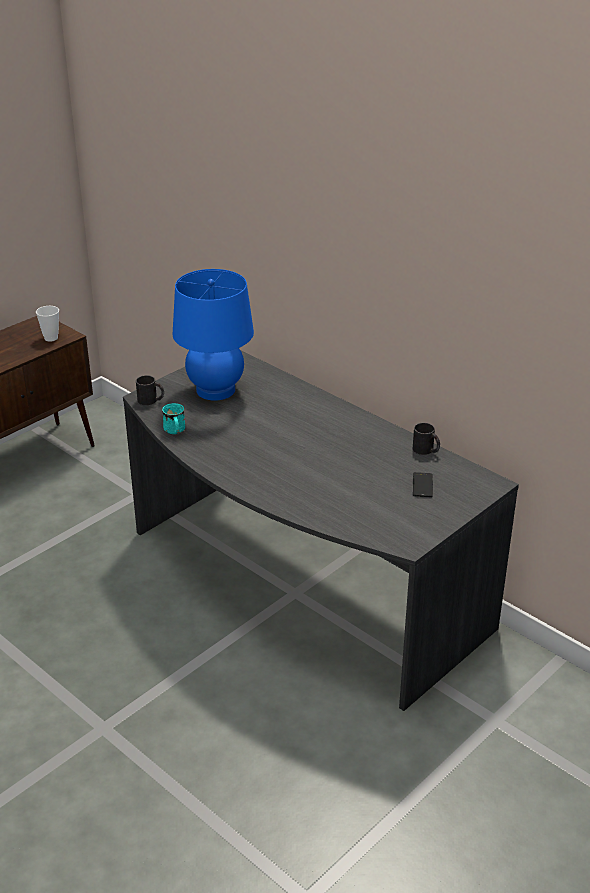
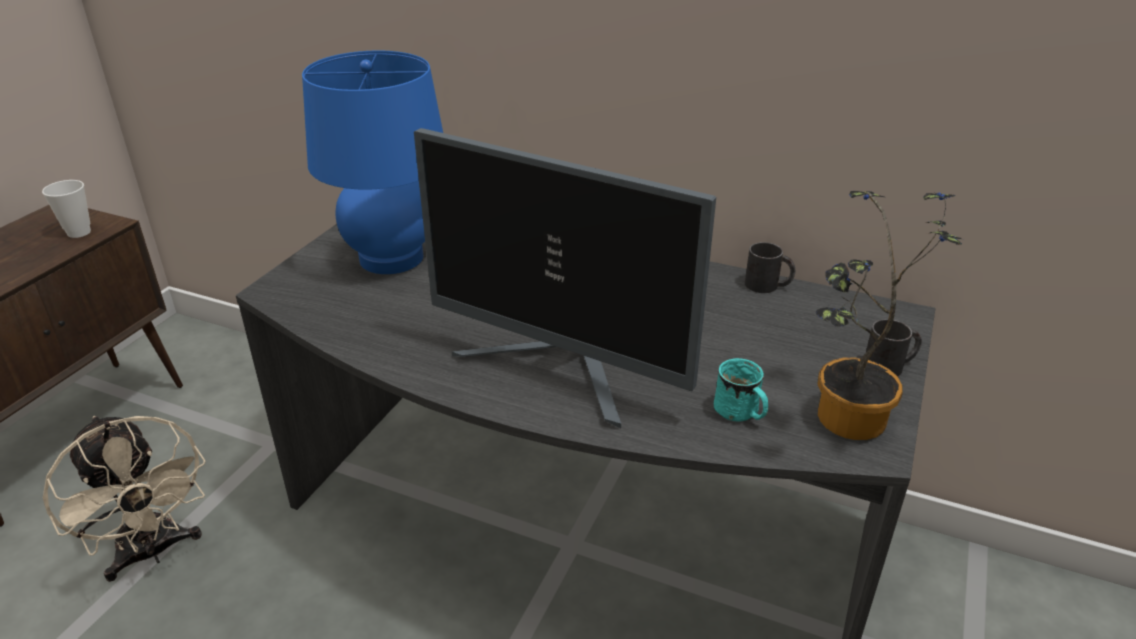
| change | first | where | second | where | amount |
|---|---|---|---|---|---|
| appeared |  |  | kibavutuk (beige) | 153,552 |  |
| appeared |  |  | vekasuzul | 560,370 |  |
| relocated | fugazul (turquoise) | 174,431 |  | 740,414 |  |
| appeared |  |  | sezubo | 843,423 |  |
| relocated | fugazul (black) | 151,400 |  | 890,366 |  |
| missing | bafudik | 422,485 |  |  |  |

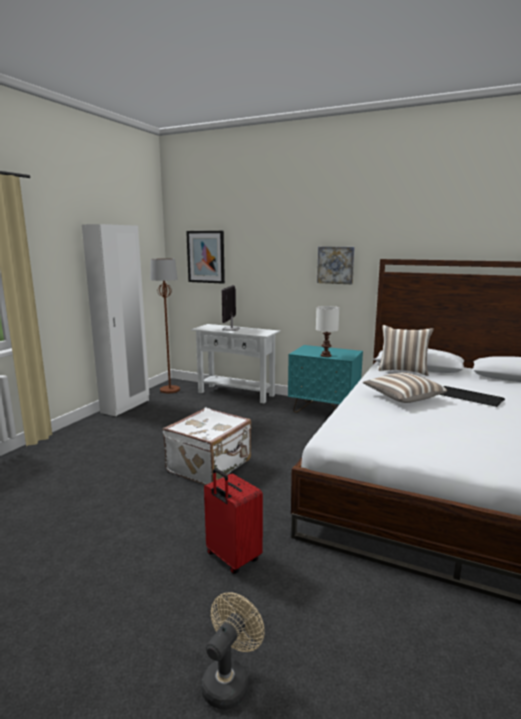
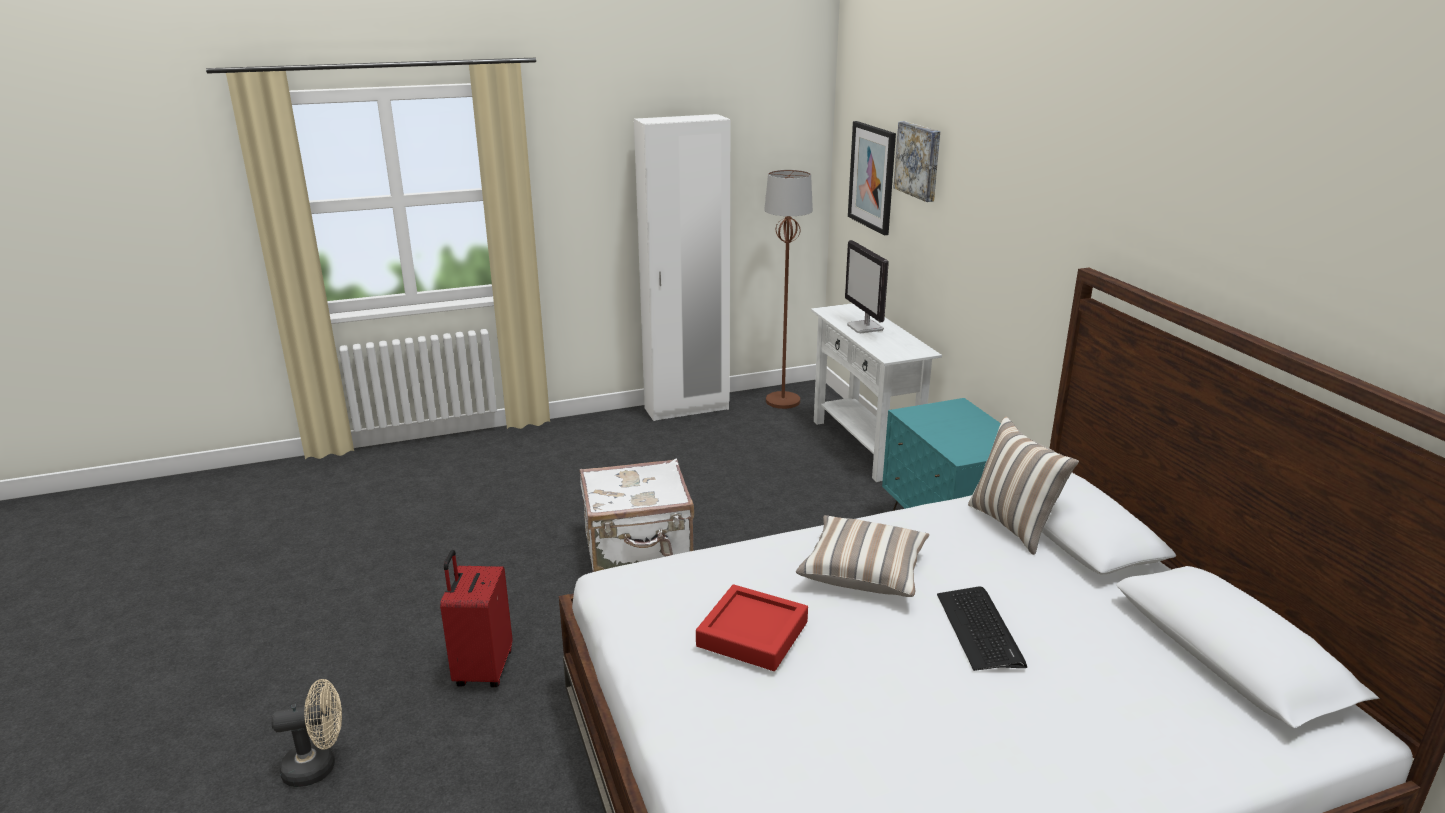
| change | first | where | second | where | amount |
|---|---|---|---|---|---|
| appeared |  |  | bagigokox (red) | 752,634 |  |
| spun | vekasuzul | 231,329 |  | 865,328 | 75 degrees counterclockwise |
| relocated | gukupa | 336,265 |  | 919,160 |  |
| missing | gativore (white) | 326,355 |  |  |  |

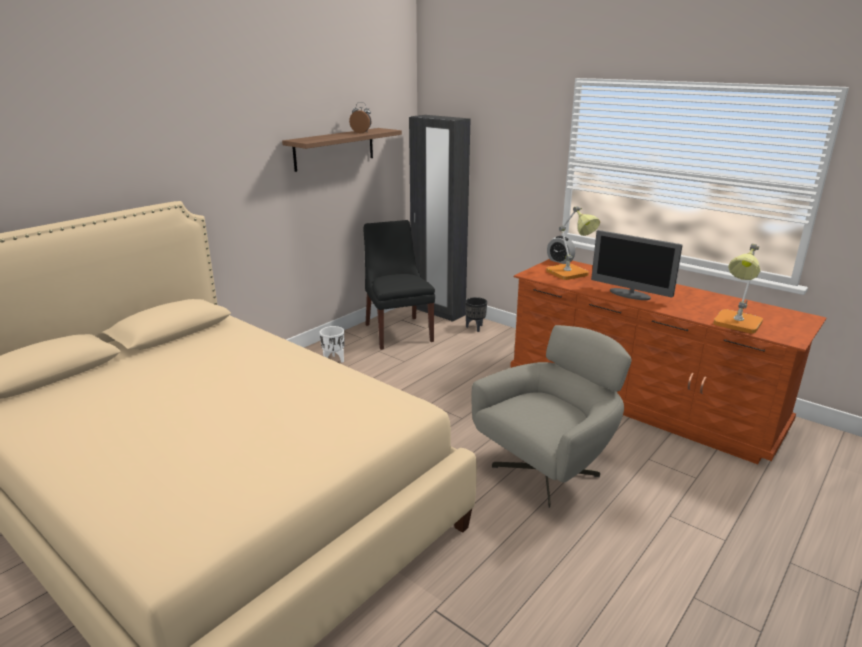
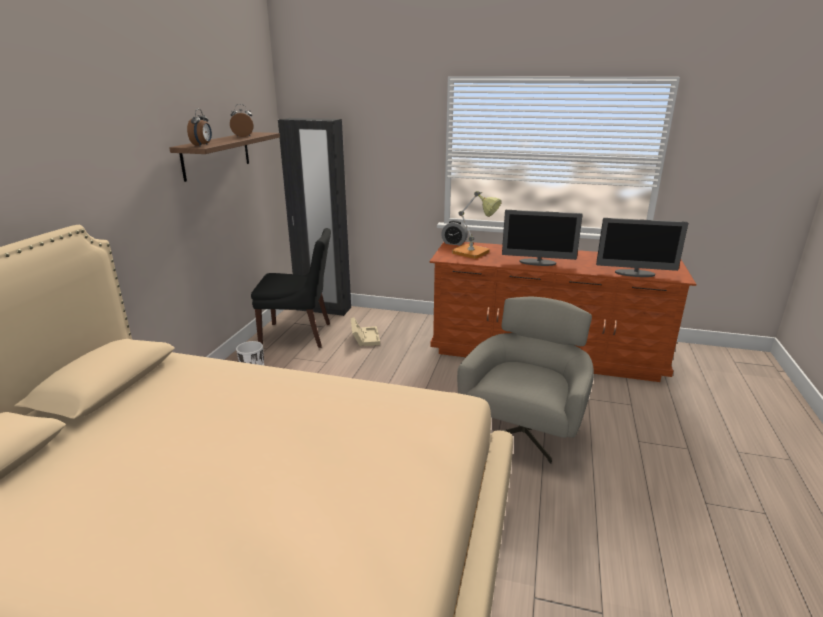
| change | first | where | second | where | amount |
|---|---|---|---|---|---|
| appeared |  |  | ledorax | 202,145 |  |
| spun | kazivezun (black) | 398,332 |  | 299,335 | 135 degrees clockwise |
| appeared |  |  | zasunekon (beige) | 364,337 |  |
| exchanged | gativore | 736,325 | vekasuzul | 635,273 |  |
| missing | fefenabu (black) | 475,328 |  |  |  |

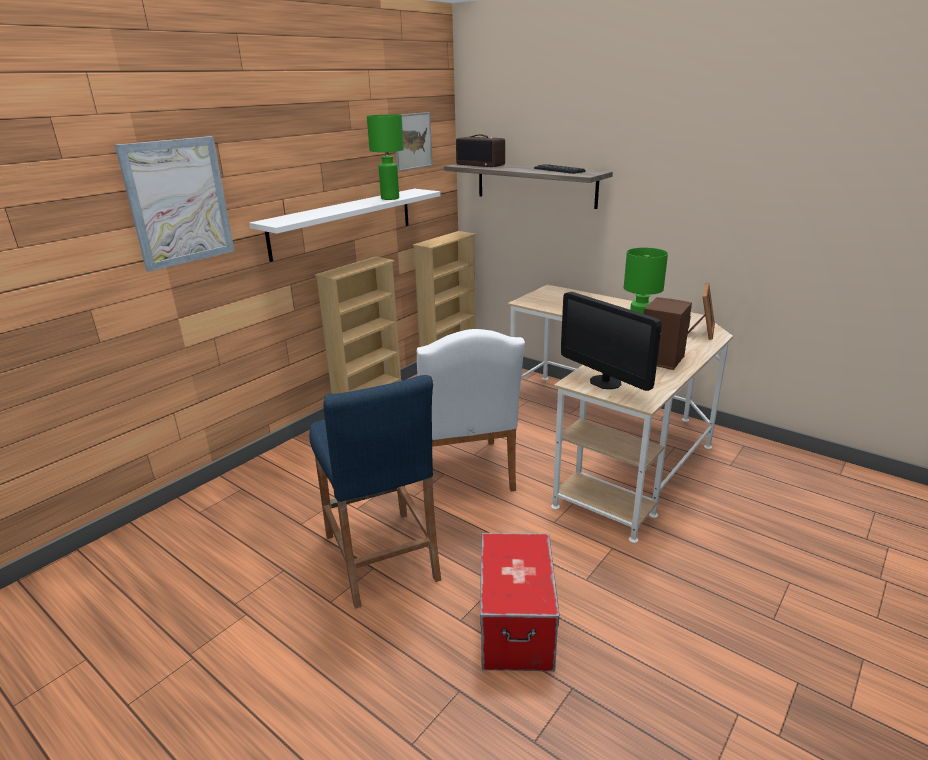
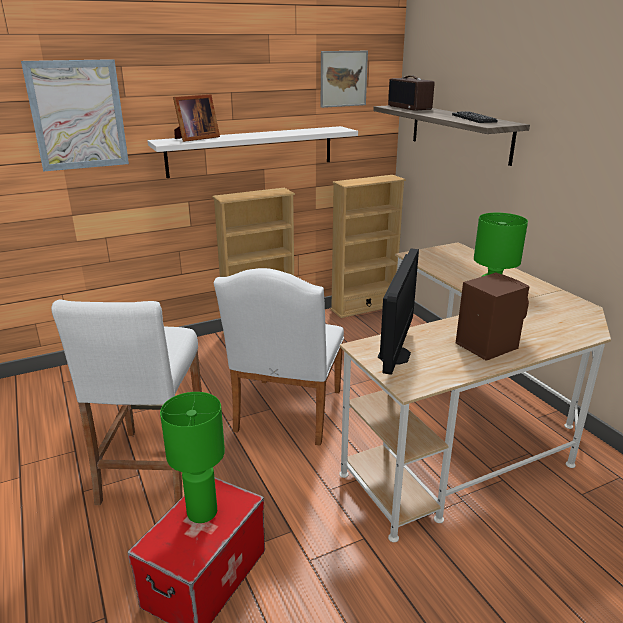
| change | first | where | second | where | amount |
|---|---|---|---|---|---|
| colour | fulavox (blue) | 381,556 | fulavox (white) | 153,466 |  |
| relocated | gativore (green) | 389,198 |  | 201,512 |  |
| relocated | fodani | 701,331 |  | 195,138 |  |
| spun | vekasuzul | 605,382 |  | 394,355 | 150 degrees counterclockwise |

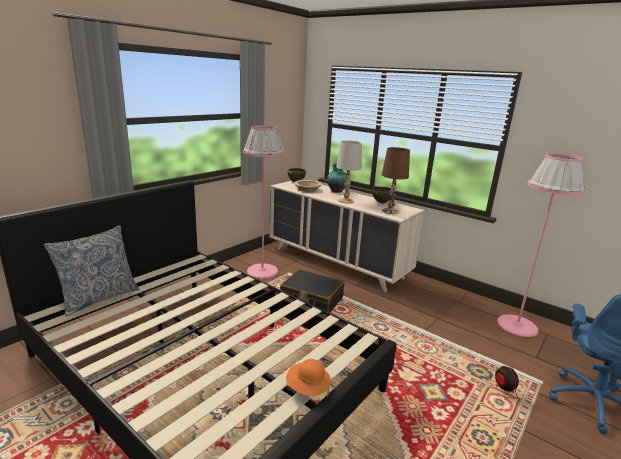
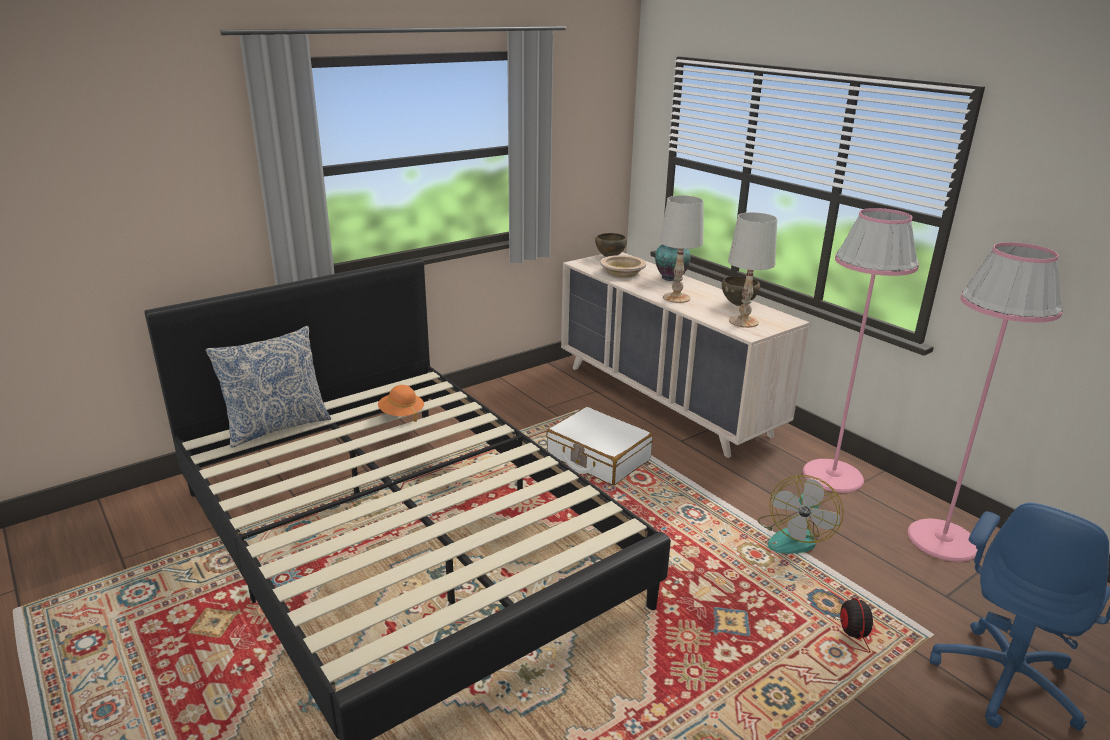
| change | first | where | second | where | amount |
|---|---|---|---|---|---|
| relocated | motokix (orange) | 307,387 |  | 401,414 |  |
| colour | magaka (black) | 311,299 | magaka (white) | 598,458 |  |
| colour | gativore (brown) | 390,211 | gativore (white) | 743,321 |  |
| appeared |  |  | kibavutuk | 794,536 |  |
| relocated | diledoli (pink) | 262,271 |  | 832,475 |  |

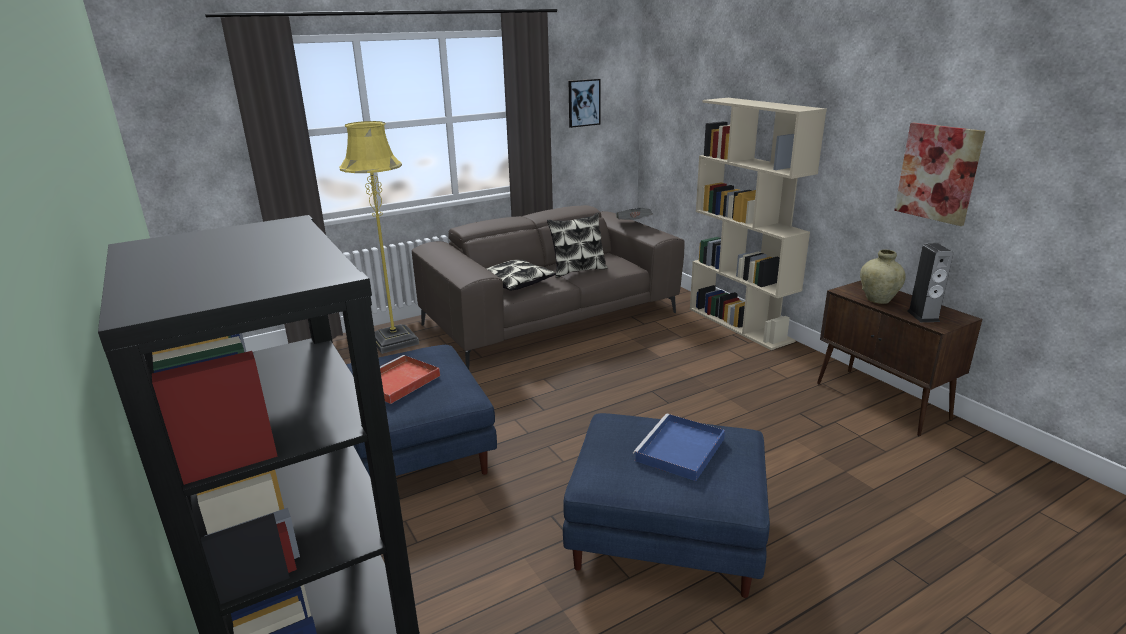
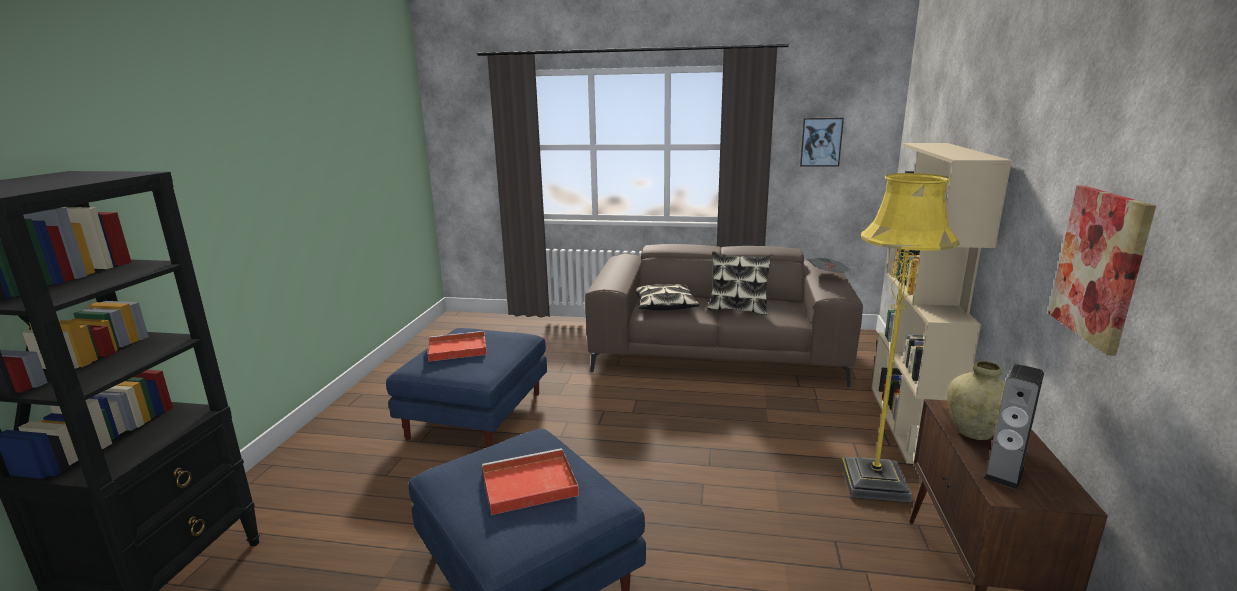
| change | first | where | second | where | amount |
|---|---|---|---|---|---|
| colour | bagigokox (blue) | 680,451 | bagigokox (red) | 527,485 |  |
| relocated | diledoli (yellow) | 394,341 |  | 874,482 |  |

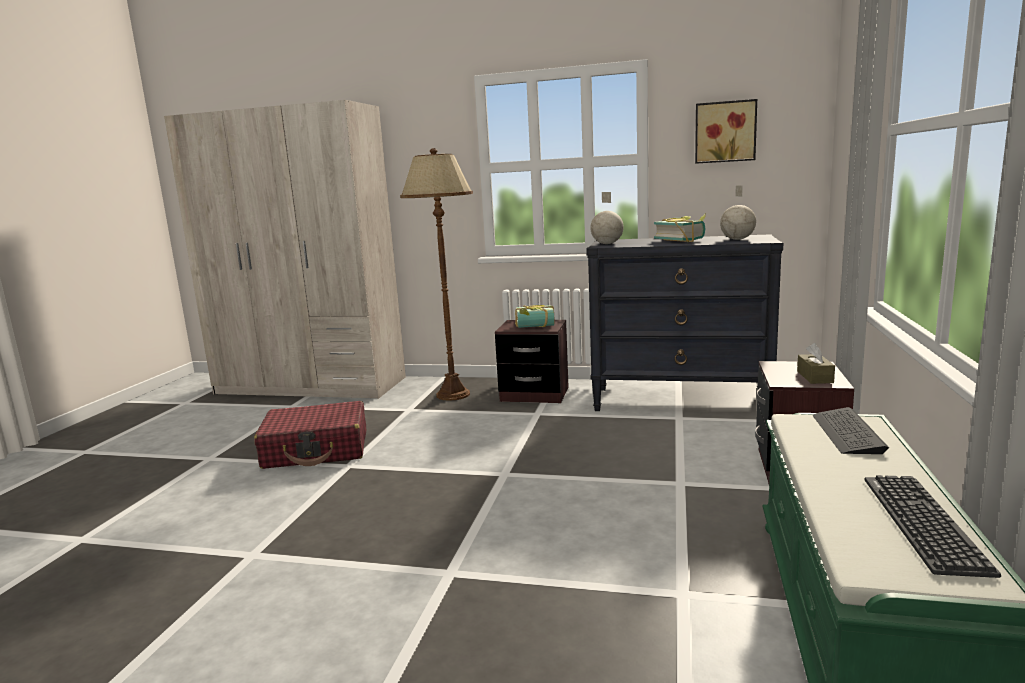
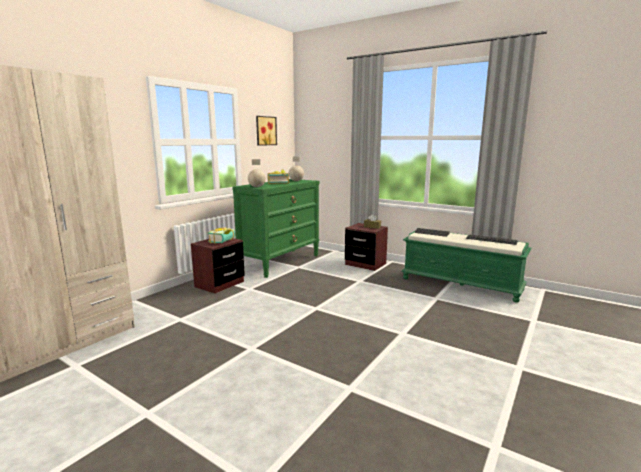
| change | first | where | second | where | amount |
|---|---|---|---|---|---|
| colour | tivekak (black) | 681,401 | tivekak (green) | 280,262 |  |
| missing | magaka (red) | 316,450 |  |  |  |
| missing | diledoli (brown) | 452,394 |  |  |  |

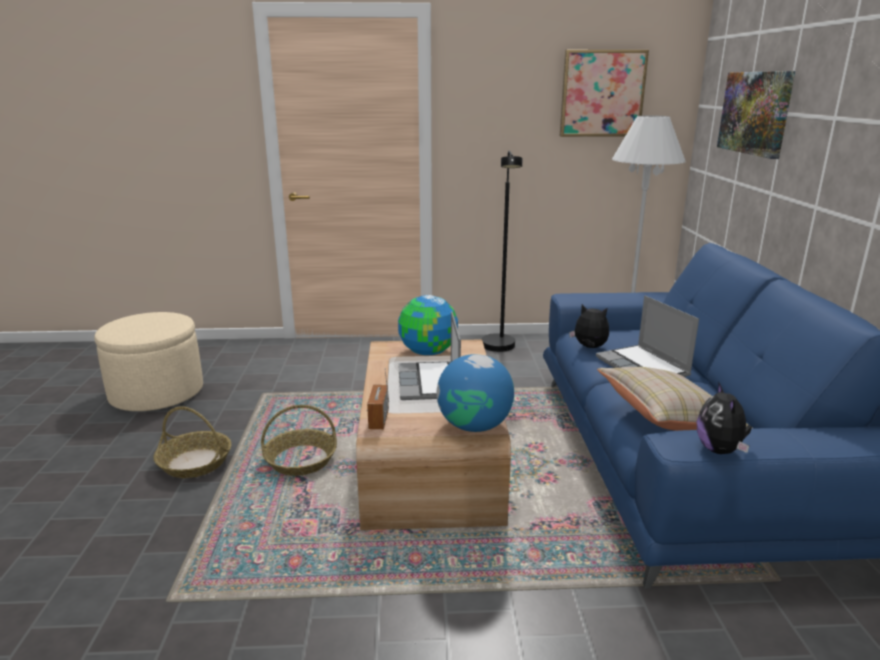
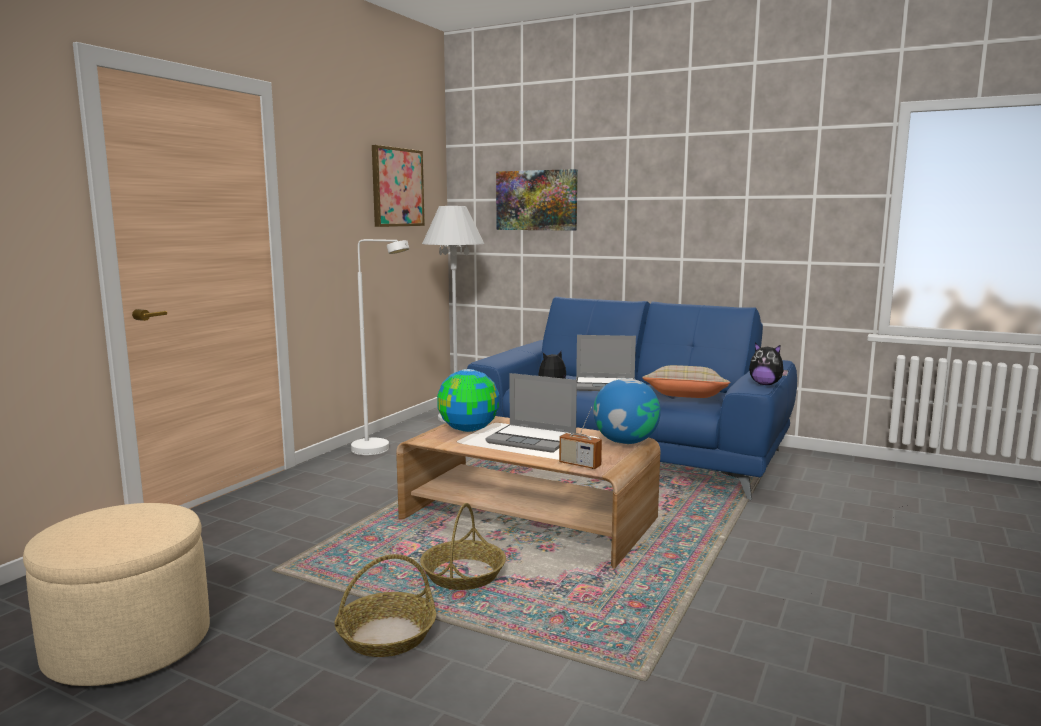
| change | first | where | second | where | amount |
|---|---|---|---|---|---|
| colour | diledoli (black) | 499,349 | diledoli (white) | 379,450 |  |

